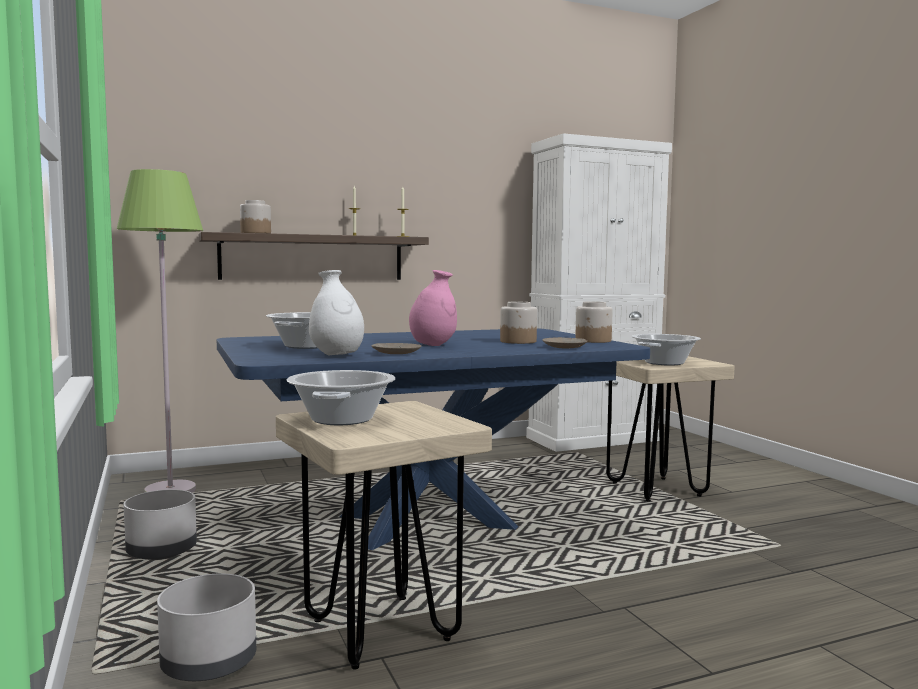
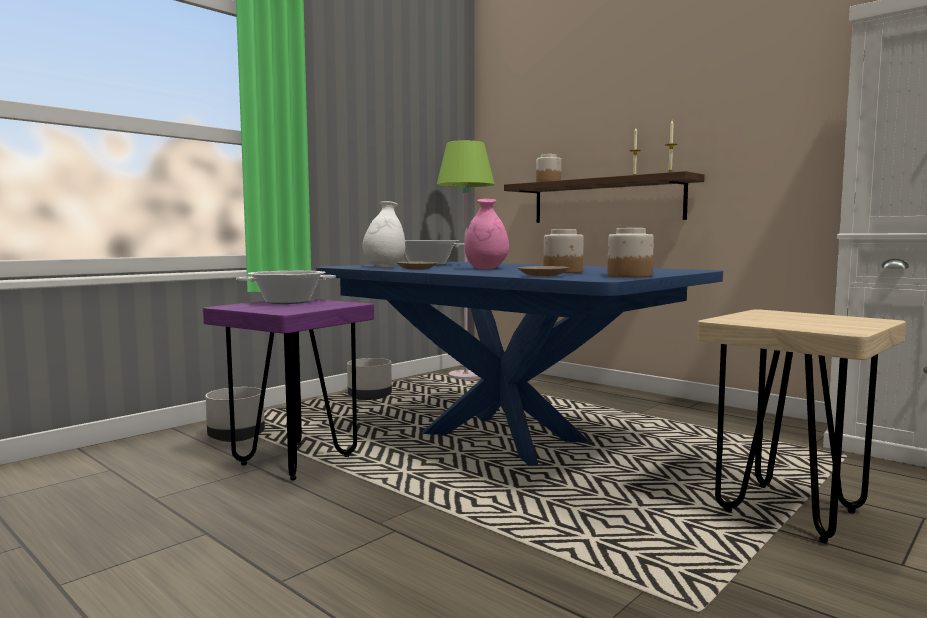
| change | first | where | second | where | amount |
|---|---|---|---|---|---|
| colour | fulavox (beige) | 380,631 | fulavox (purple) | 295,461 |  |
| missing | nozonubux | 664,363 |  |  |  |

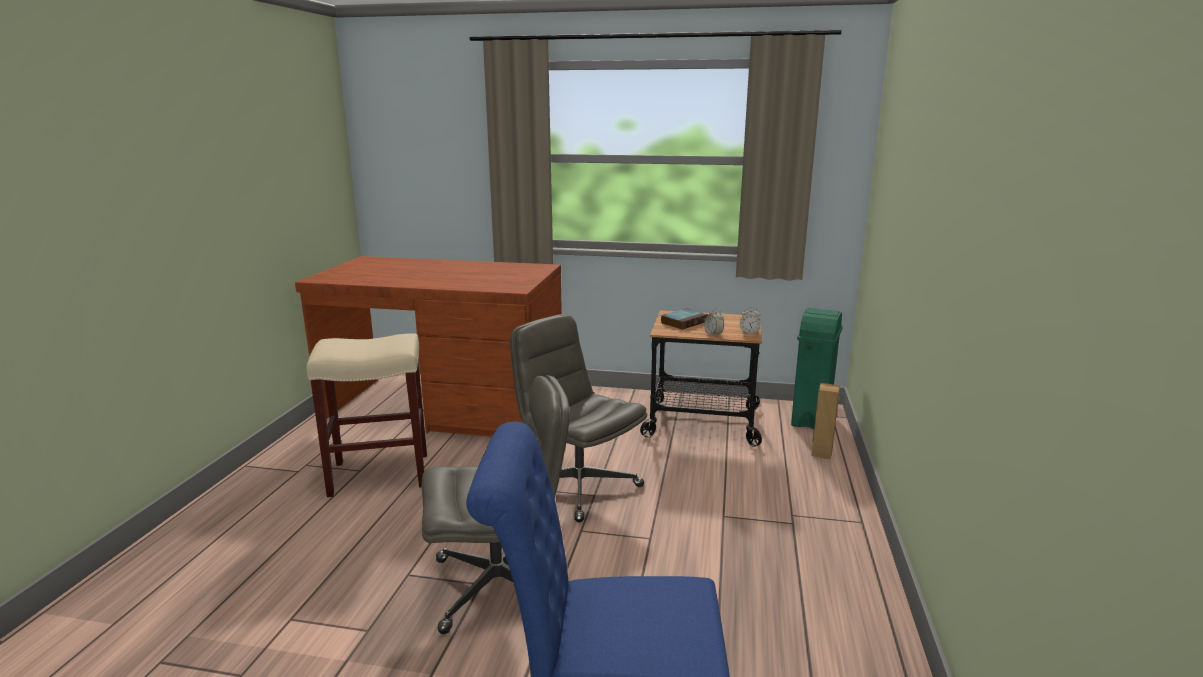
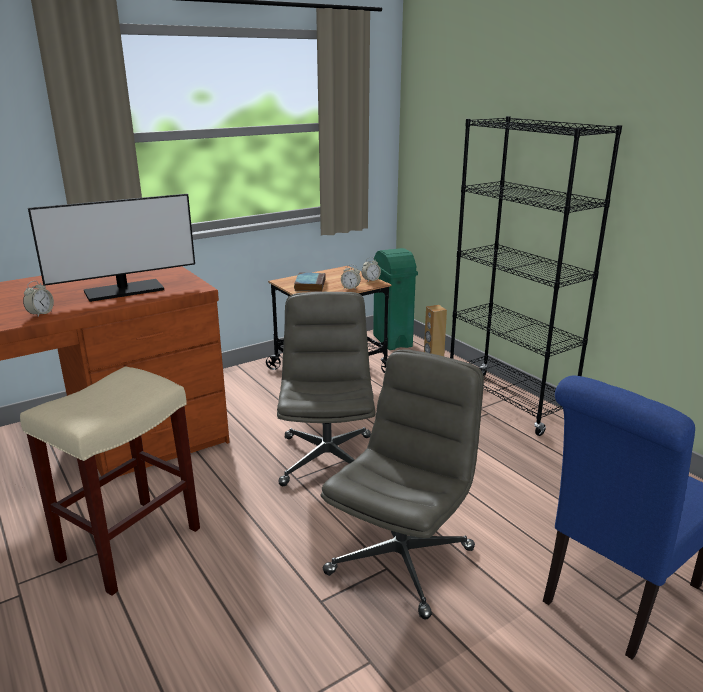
| change | first | where | second | where | amount |
|---|---|---|---|---|---|
| appeared |  |  | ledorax | 41,314 |  |
| appeared |  |  | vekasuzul | 124,291 |  |
| spun | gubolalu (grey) | 578,487 |  | 327,459 | 90 degrees clockwise |
| appeared |  |  | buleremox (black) | 508,403 |  |

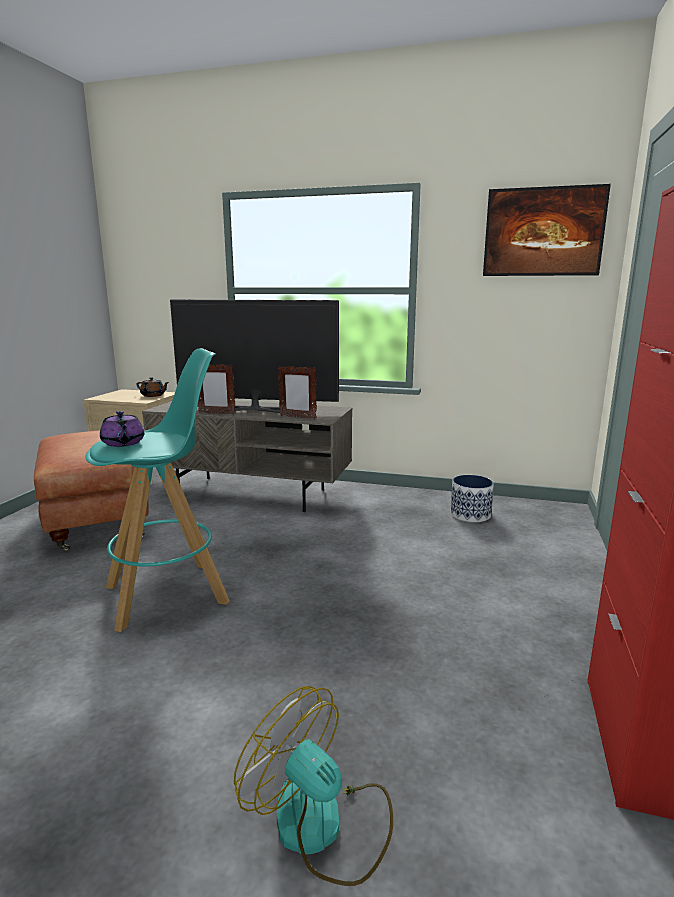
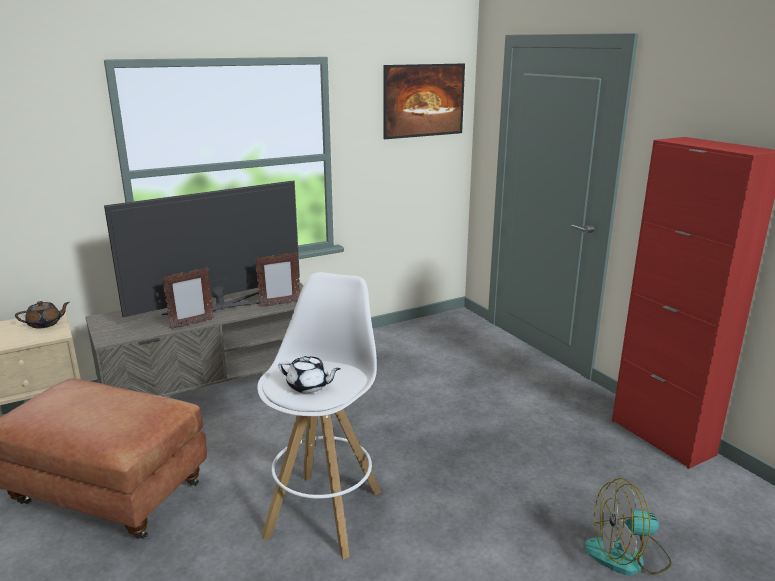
| change | first | where | second | where | amount |
|---|---|---|---|---|---|
| colour | fulavox (turquoise) | 168,594 | fulavox (white) | 325,511 |  |
| colour | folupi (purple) | 123,443 | folupi (white) | 309,386 |  |
| missing | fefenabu | 470,515 |  |  |  |

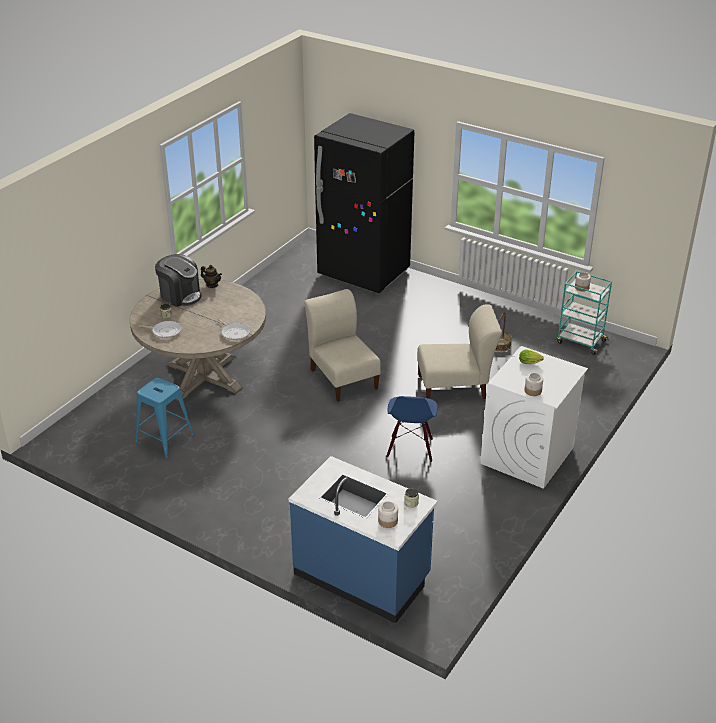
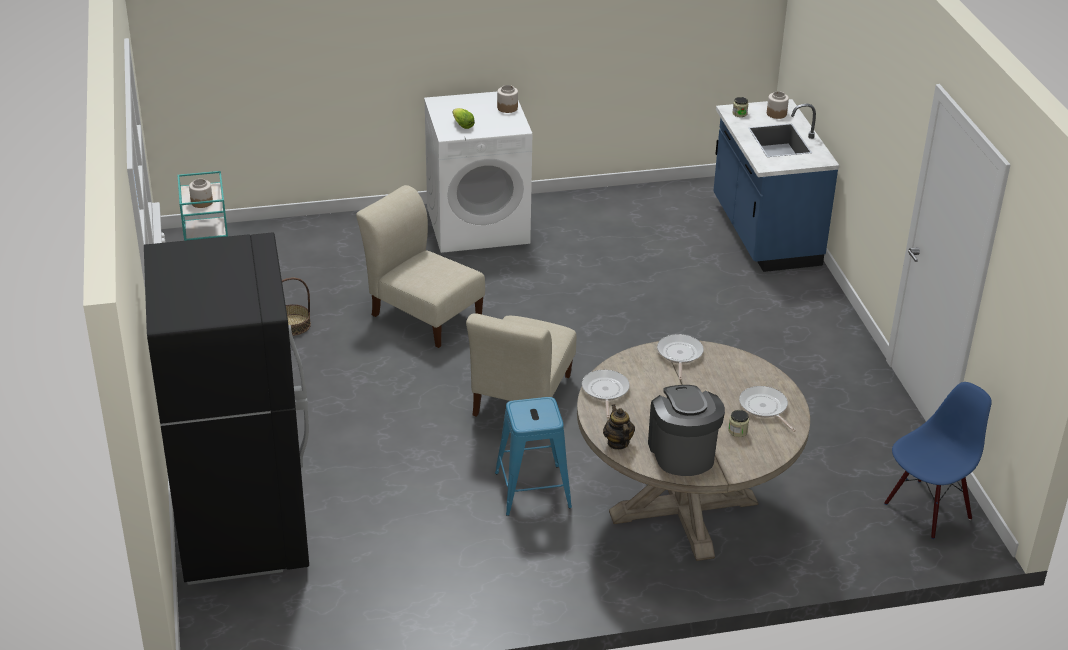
| change | first | where | second | where | amount |
|---|---|---|---|---|---|
| relocated | fulavox (blue) | 164,439 |  | 533,490 |  |
| appeared |  |  | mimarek | 605,391 |  |
| relocated | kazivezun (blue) | 410,448 |  | 927,510 |  |

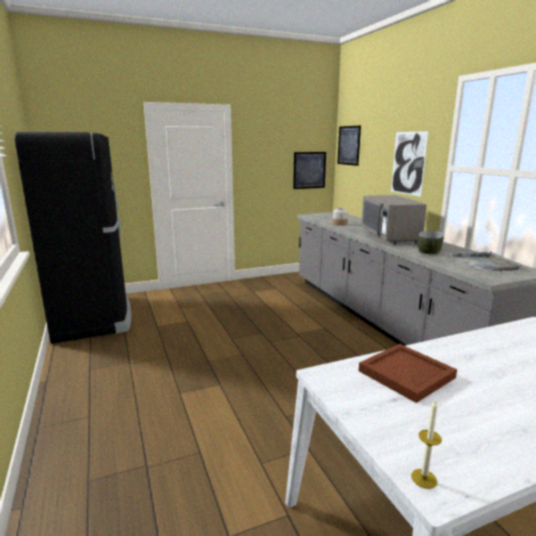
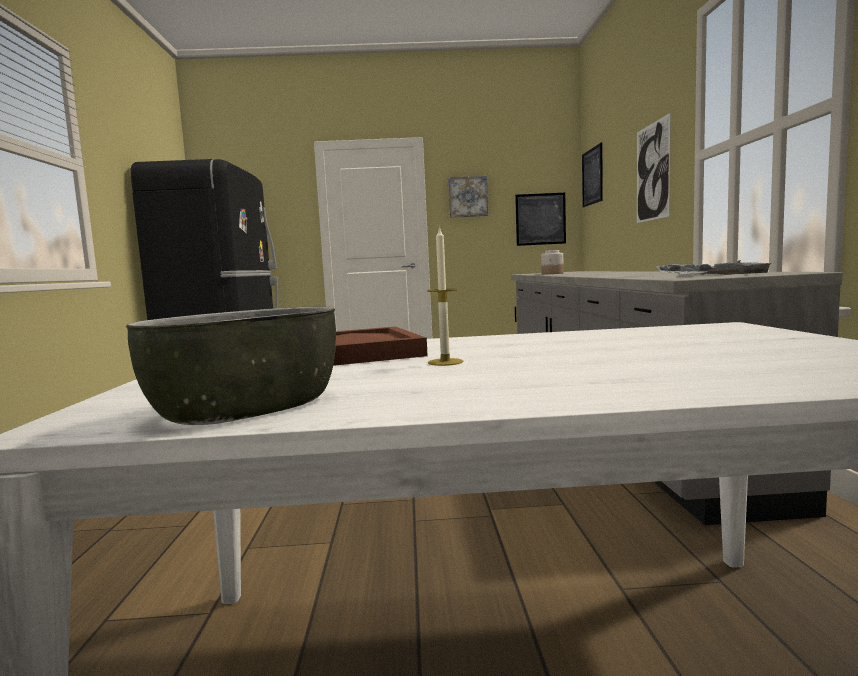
| change | first | where | second | where | amount |
|---|---|---|---|---|---|
| relocated | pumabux | 429,251 |  | 248,407 |  |
| relocated | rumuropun | 424,478 |  | 445,362 |  |
| appeared |  |  | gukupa | 467,197 |  |
| missing | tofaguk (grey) | 389,237 |  |  |  |

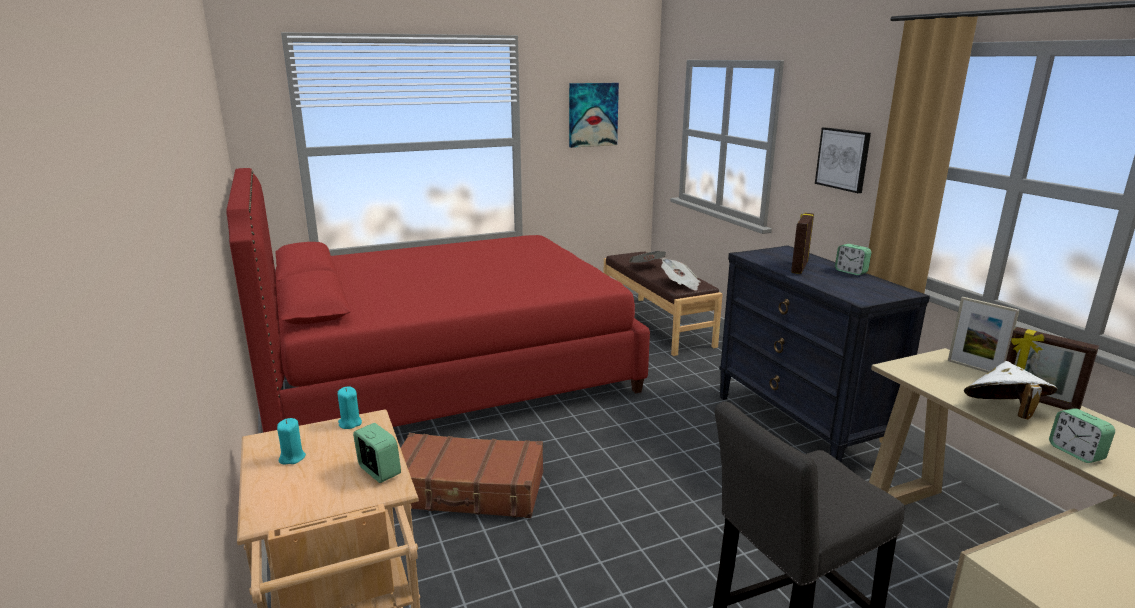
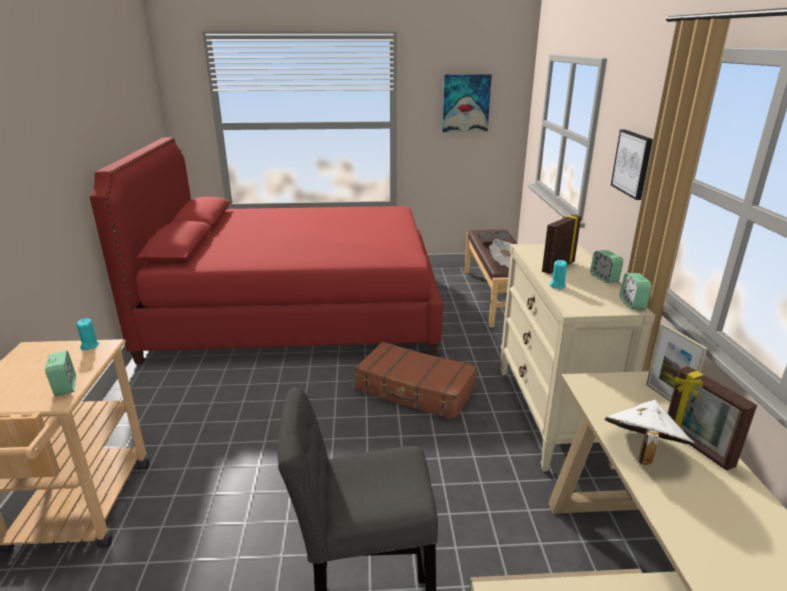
| change | first | where | second | where | amount |
|---|---|---|---|---|---|
| relocated | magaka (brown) | 468,490 |  | 415,391 |  |
| colour | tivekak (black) | 799,428 | tivekak (beige) | 552,415 |  |
| relocated | rumuropun (turquoise) | 292,458 |  | 557,285 |  |
| relocated | ledorax | 1076,452 |  | 632,304 |  |

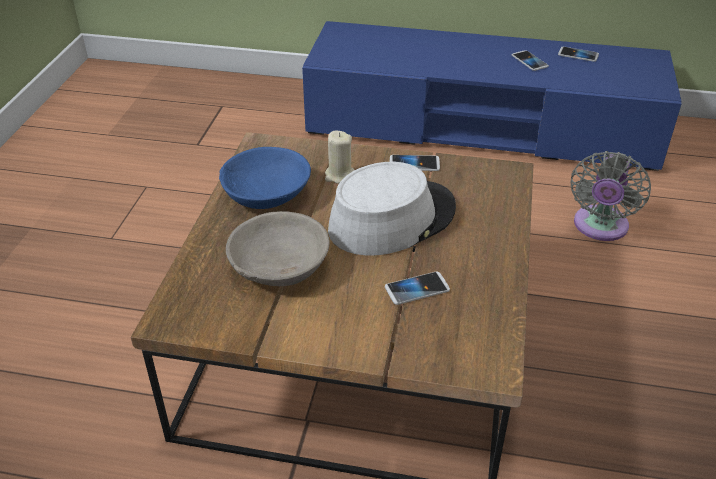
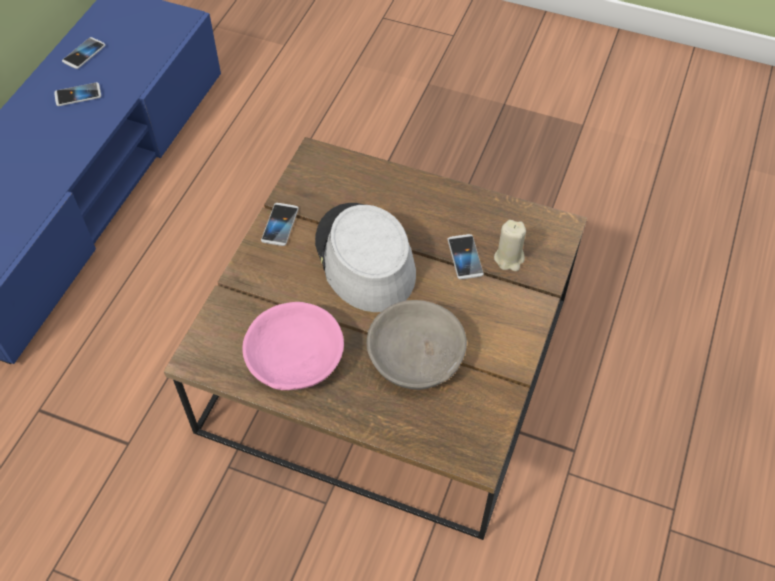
| change | first | where | second | where | amount |
|---|---|---|---|---|---|
| colour | pumabux (blue) | 266,193 | pumabux (pink) | 295,359 |  |
| relocated | rumuropun (beige) | 339,176 |  | 509,258 |  |
| missing | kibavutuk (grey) | 599,227 |  |  |  |

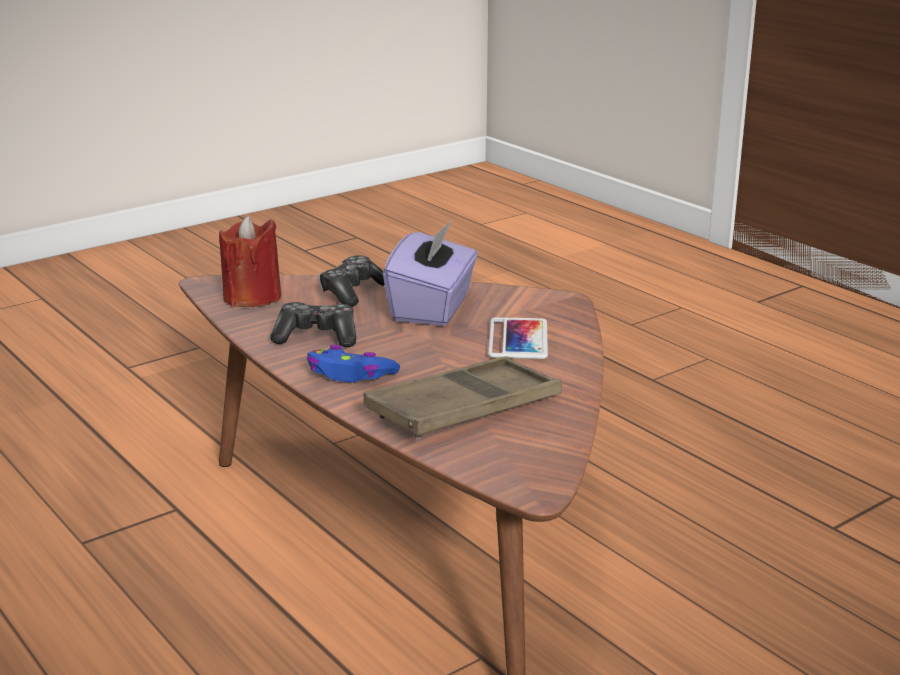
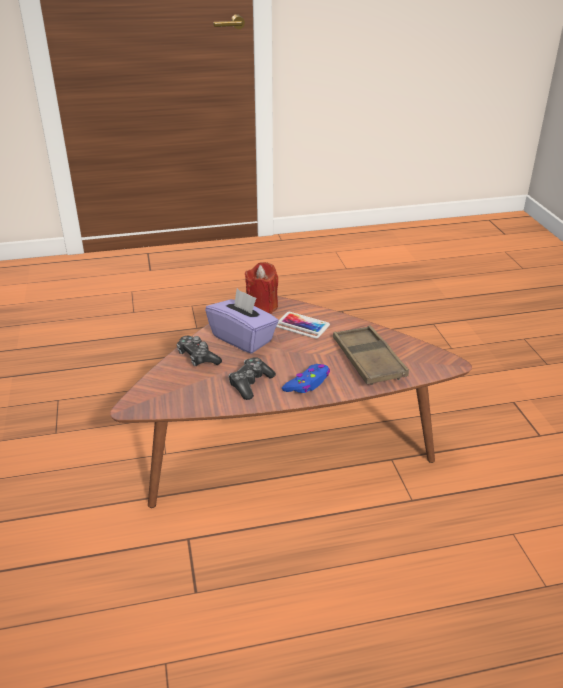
| change | first | where | second | where | amount |
|---|---|---|---|---|---|
| relocated | rumuropun (red) | 252,297 |  | 262,306 |  |

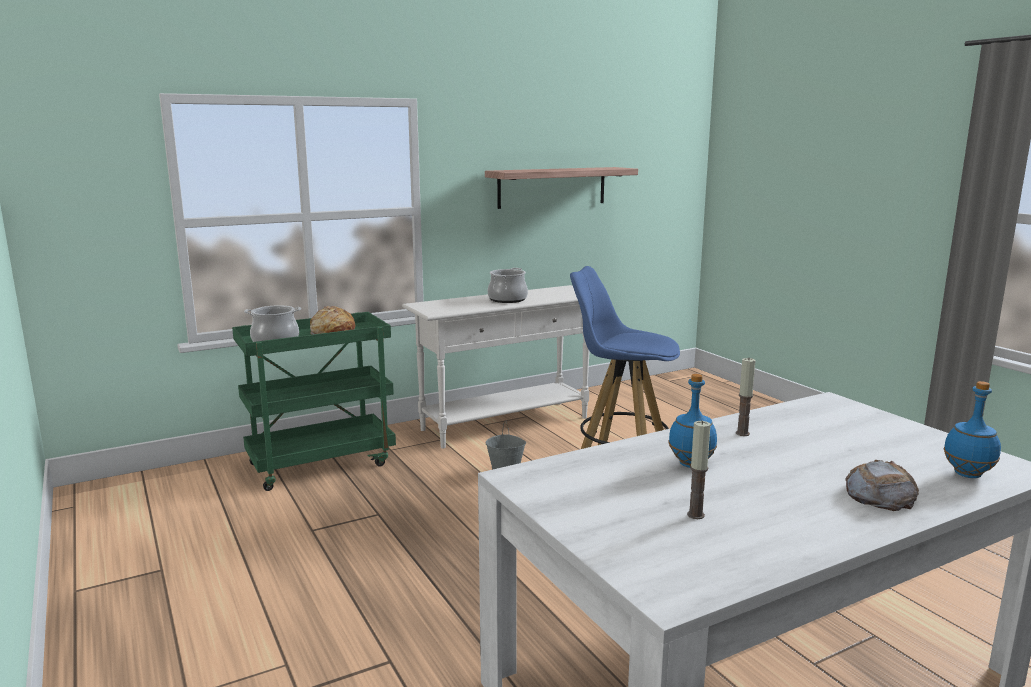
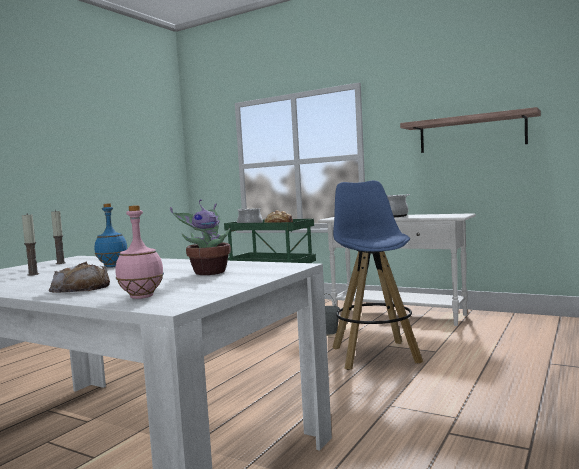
| change | first | where | second | where | amount |
|---|---|---|---|---|---|
| relocated | rumuropun | 742,433 |  | 60,263 |  |
| colour | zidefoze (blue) | 968,474 | zidefoze (pink) | 141,297 |  |
| appeared |  |  | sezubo | 209,272 |  |

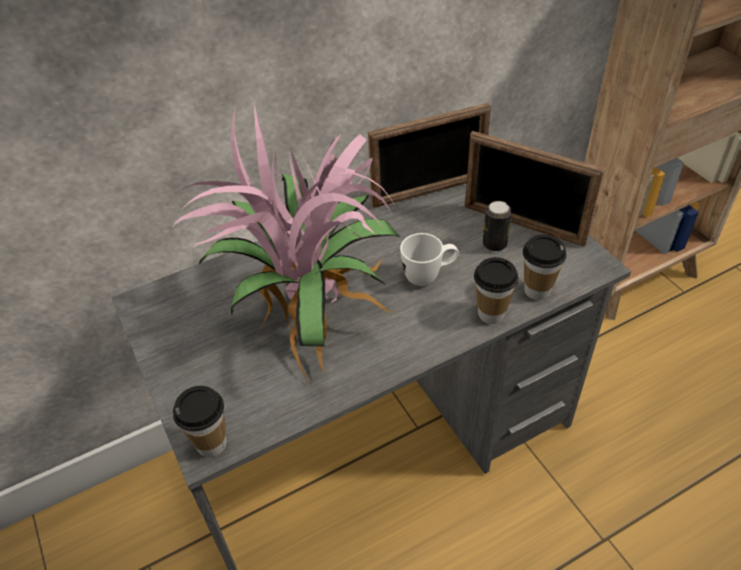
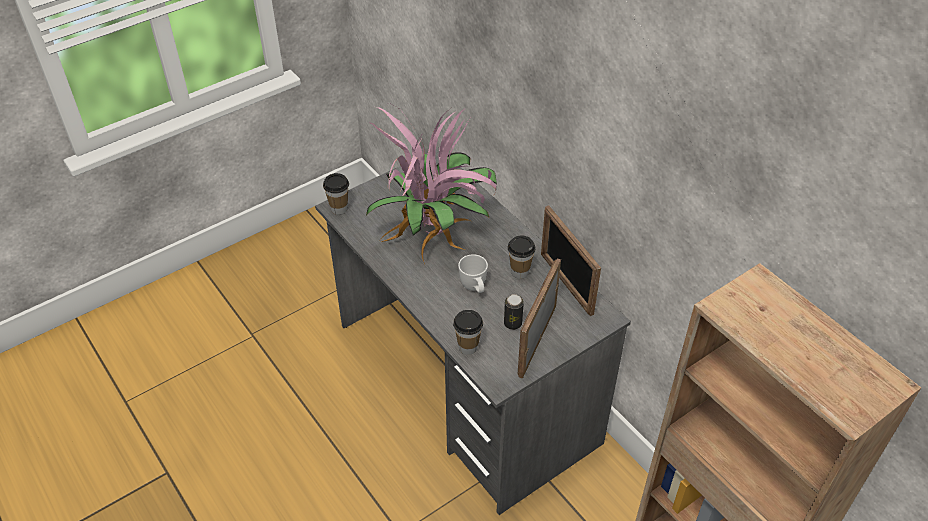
| change | first | where | second | where | amount |
|---|---|---|---|---|---|
| relocated | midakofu | 491,314 |  | 520,272 |  |

